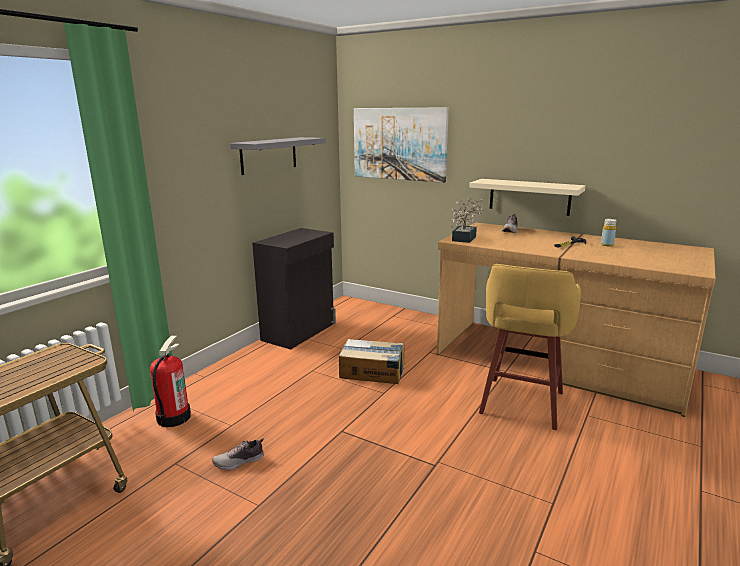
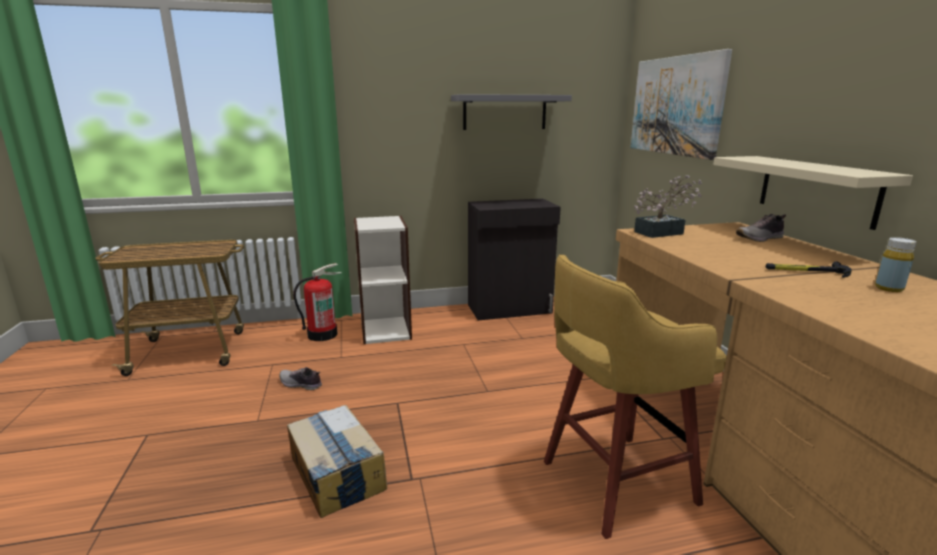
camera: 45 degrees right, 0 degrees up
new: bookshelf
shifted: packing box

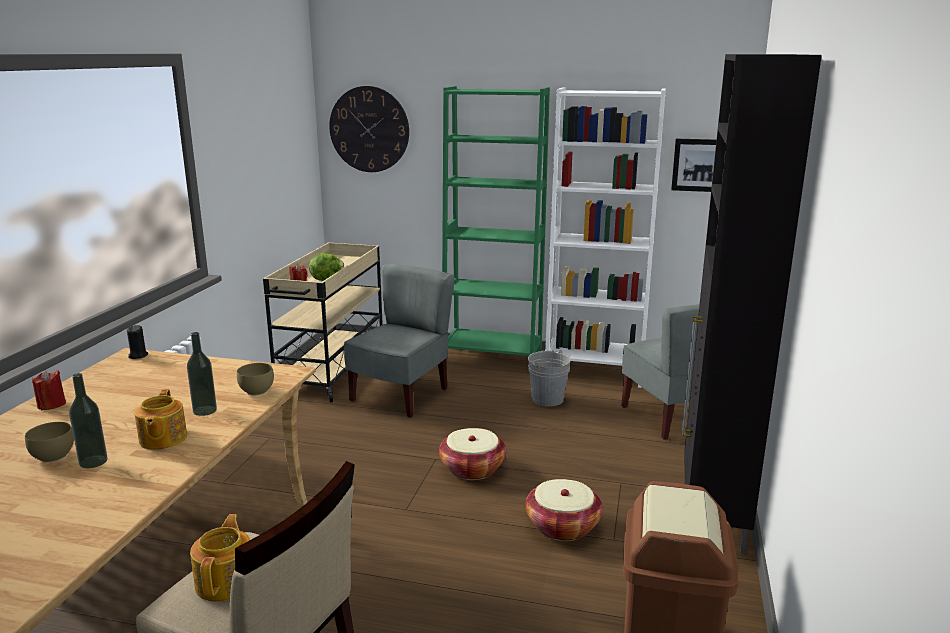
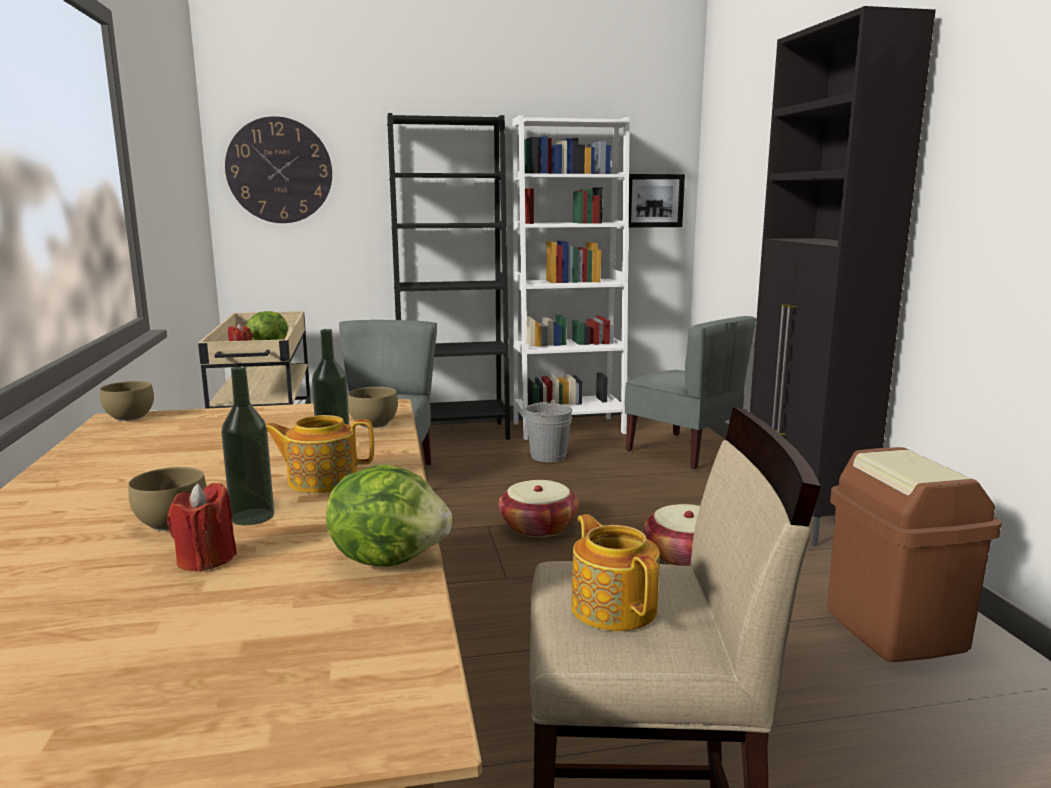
camera: 25 degrees left, 5 degrees down
new: head of lettuce (no. 2 from left)
shifted: wax light in reddish (no. 1 from left)
swapped: wax light in black-coloured to bowl in brown (no. 1 from left)
repainted: bookshelf in green-coloured to bookshelf in black-coloured
rotated: pot for tea (no. 1 from left) 120 degrees clockwise

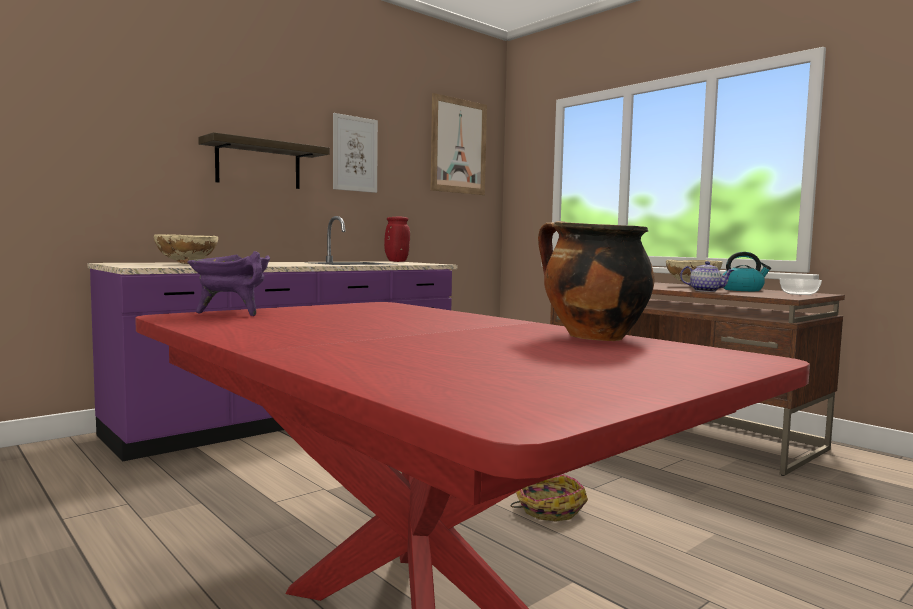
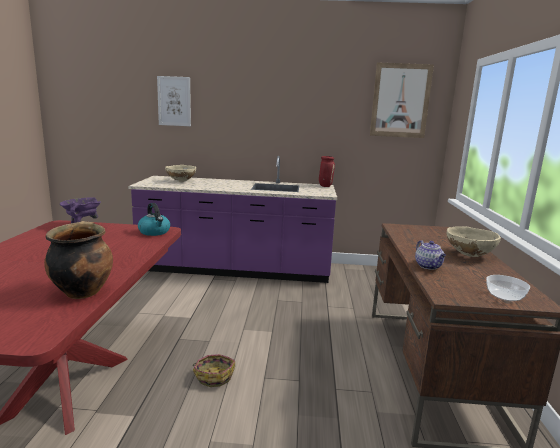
camera: 45 degrees right, 10 degrees up
gone: bracket shelf
shifted: water kettle; picture (no. 1 from left)

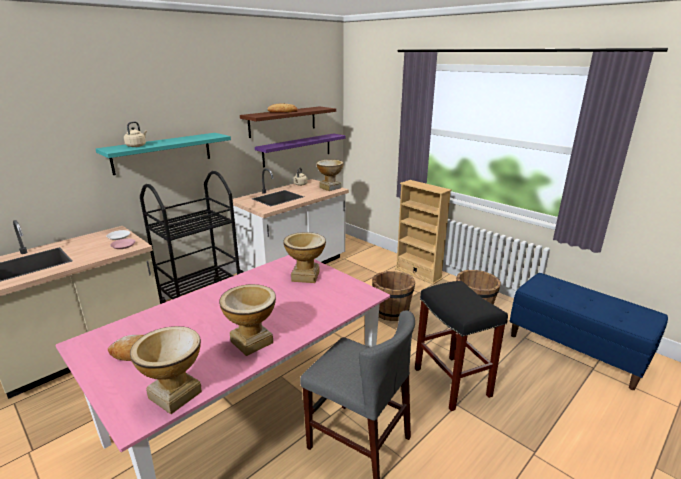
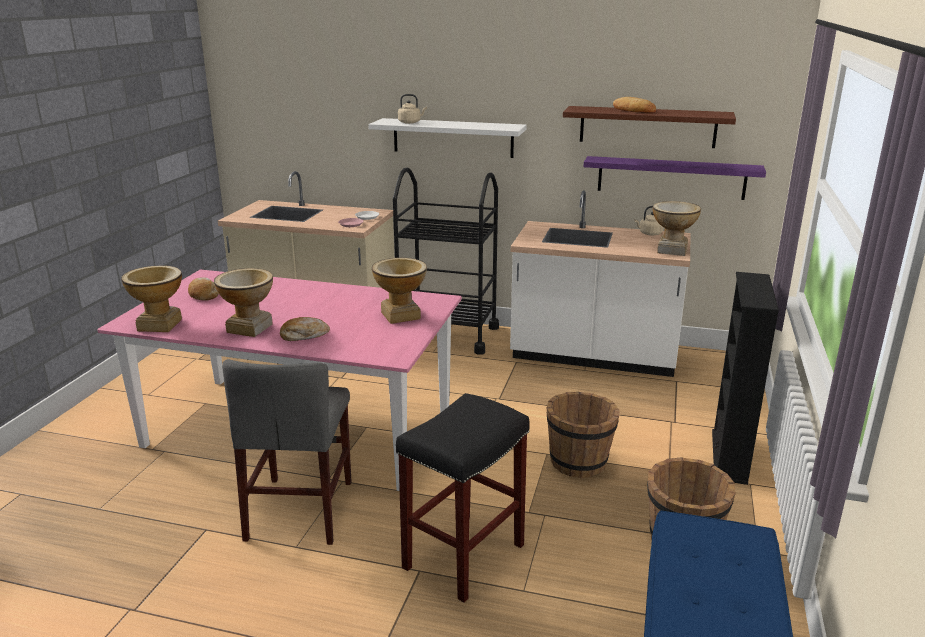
camera: 60 degrees right, 0 degrees up
new: bakery bread (no. 2 from left)
repainted: bracket shelf in blue-green to bracket shelf in white-coloured; bookshelf in sand-coloured to bookshelf in black-coloured

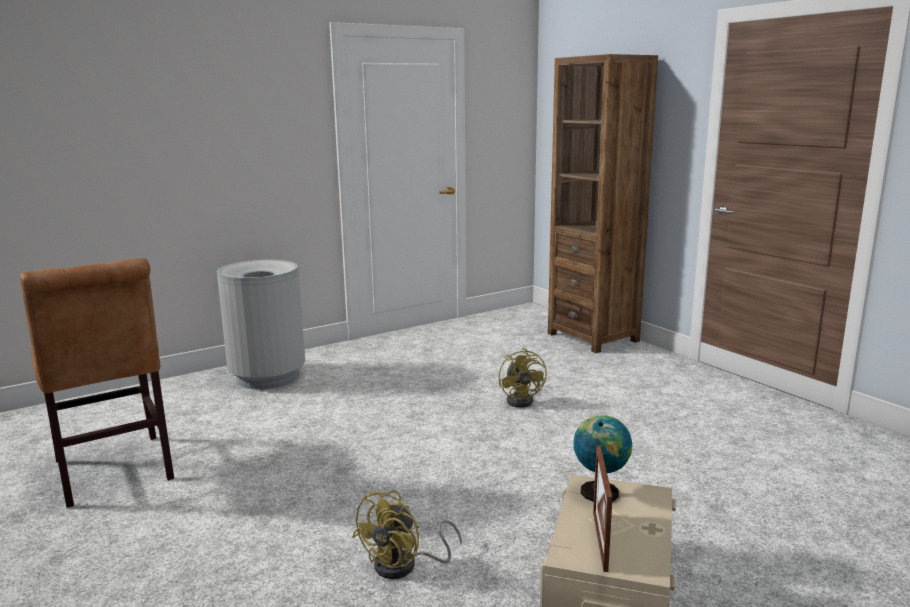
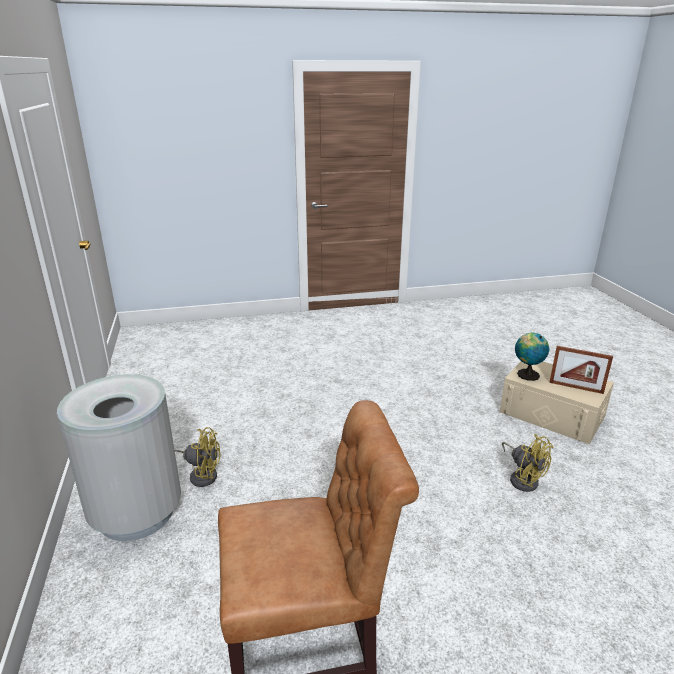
camera: 70 degrees left, 10 degrees up
gone: bookshelf in brown
shifted: cooling fan in yellow-coloured (no. 2 from left in the first image) to cooling fan in yellow-coloured (no. 1 from left)

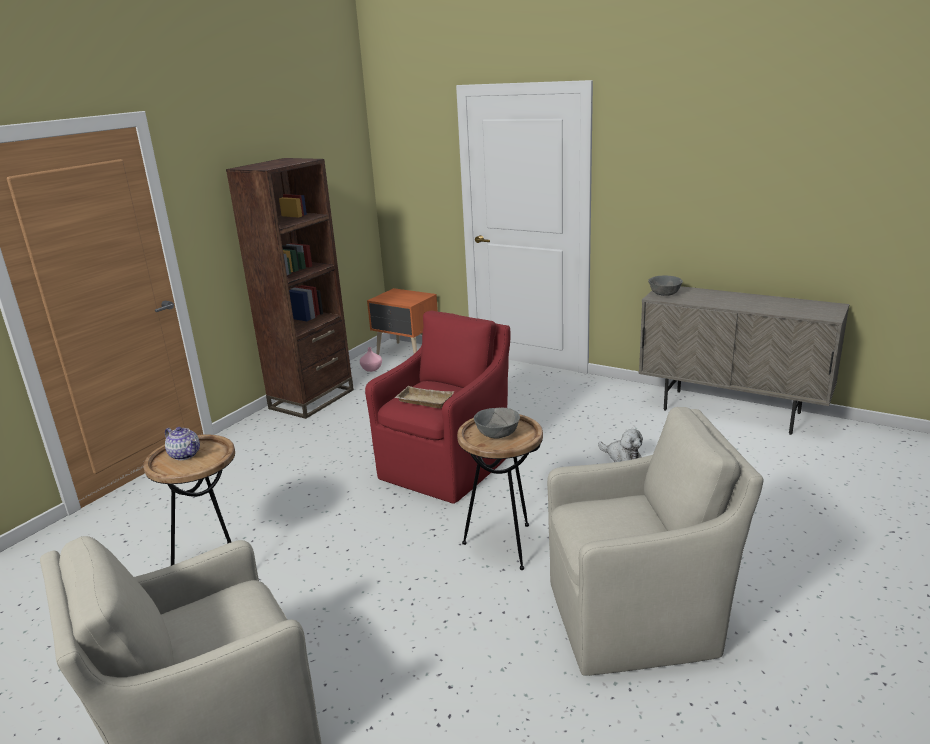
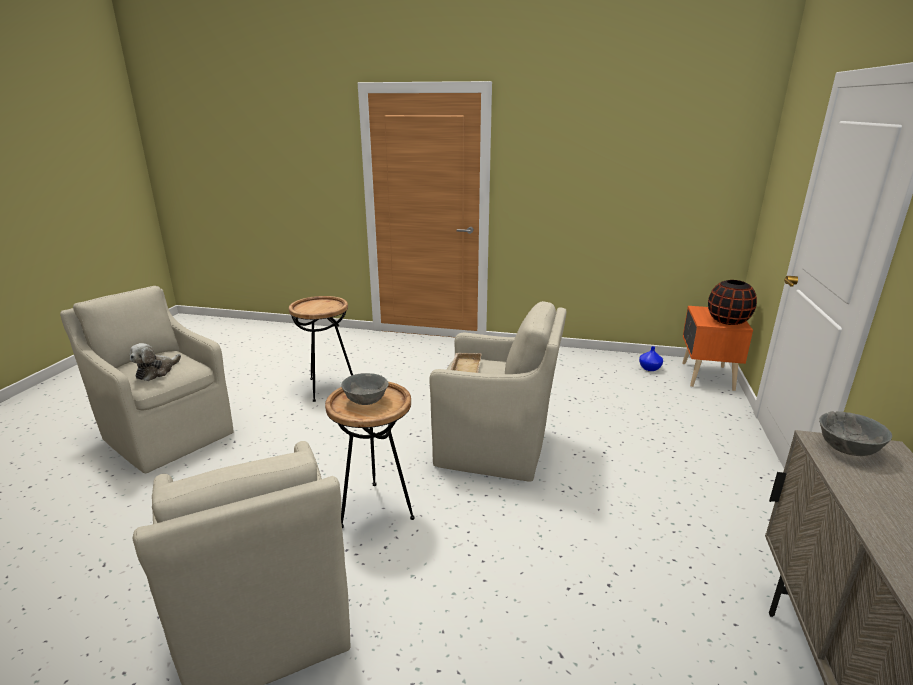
camera: 70 degrees right, 0 degrees up
gone: pot for tea; bookshelf in brown
new: decorative vase in black-coloured
shifted: soft toy
repainted: armchair in reddish to armchair in sand-coloured (no. 3 from left); decorative vase in pink to decorative vase in bluish

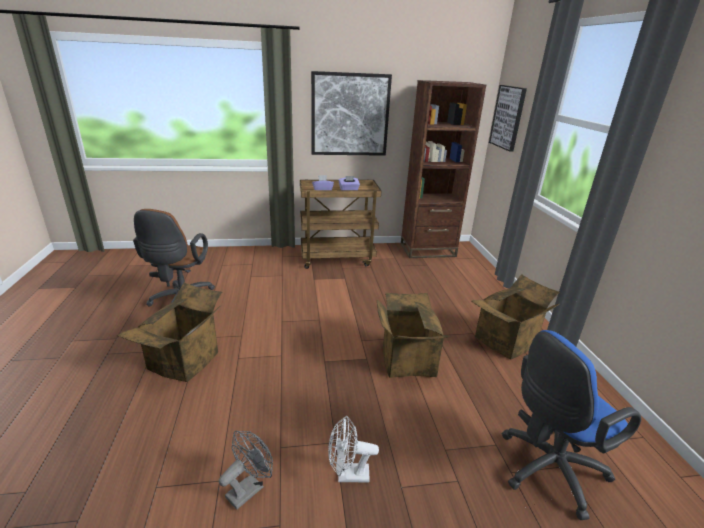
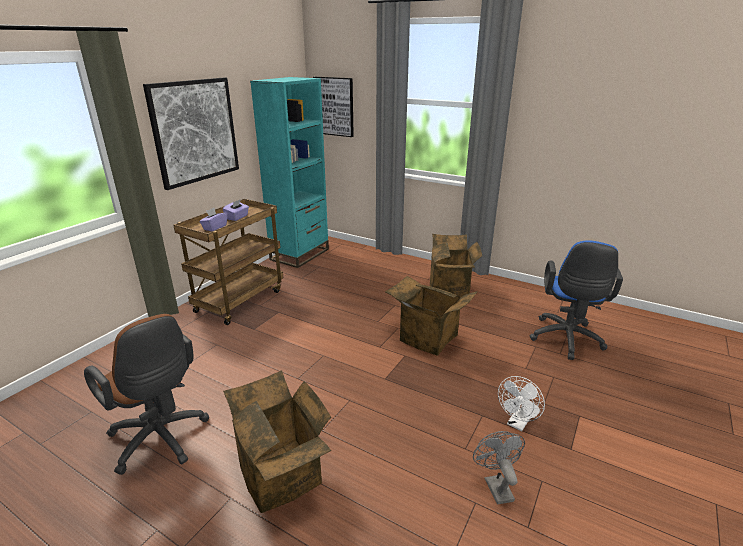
camera: 50 degrees left, 0 degrees up
repainted: bookshelf in brown to bookshelf in blue-green

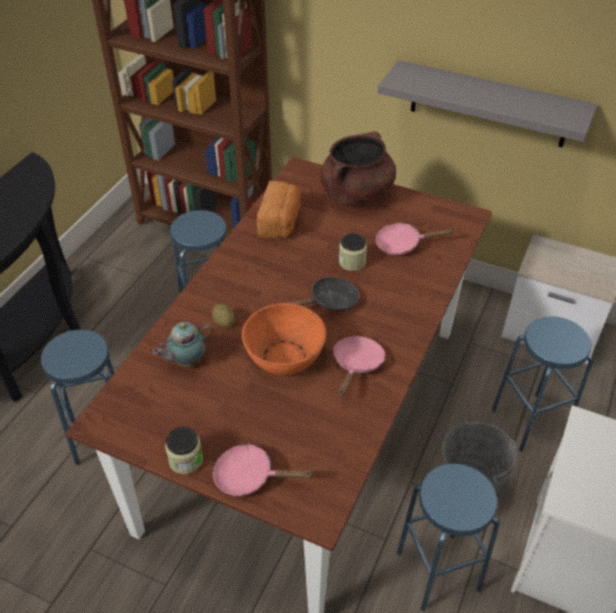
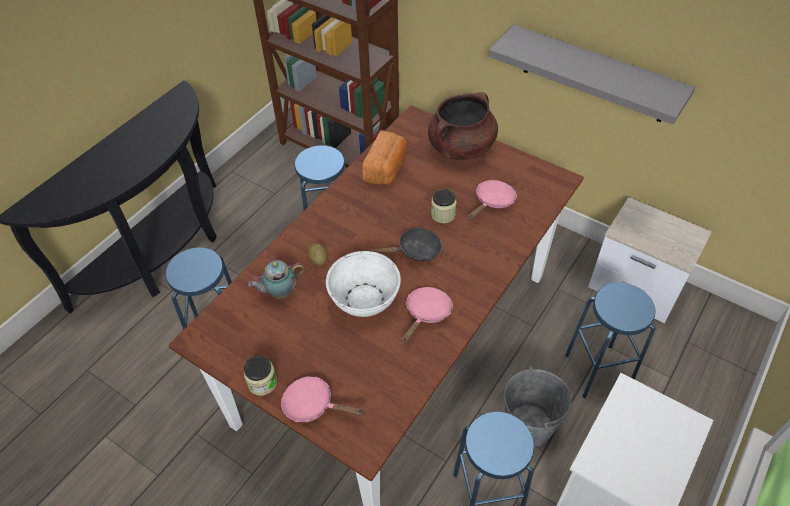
camera: 10 degrees right, 5 degrees up
repainted: bowl in orange-coloured to bowl in white-coloured
rotated: frying pan in pink (no. 3 from left) 120 degrees clockwise

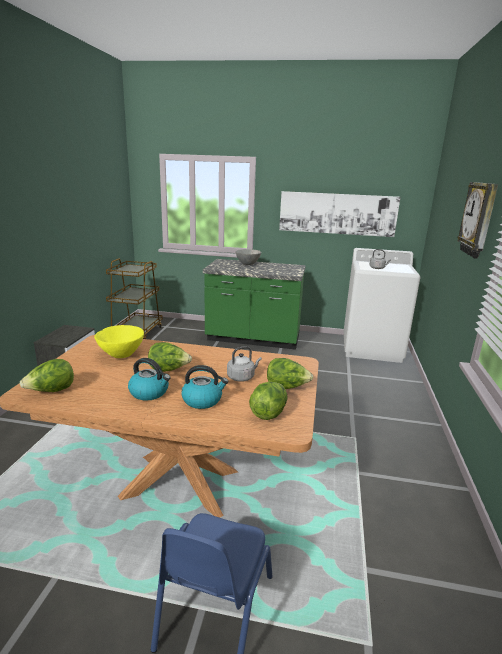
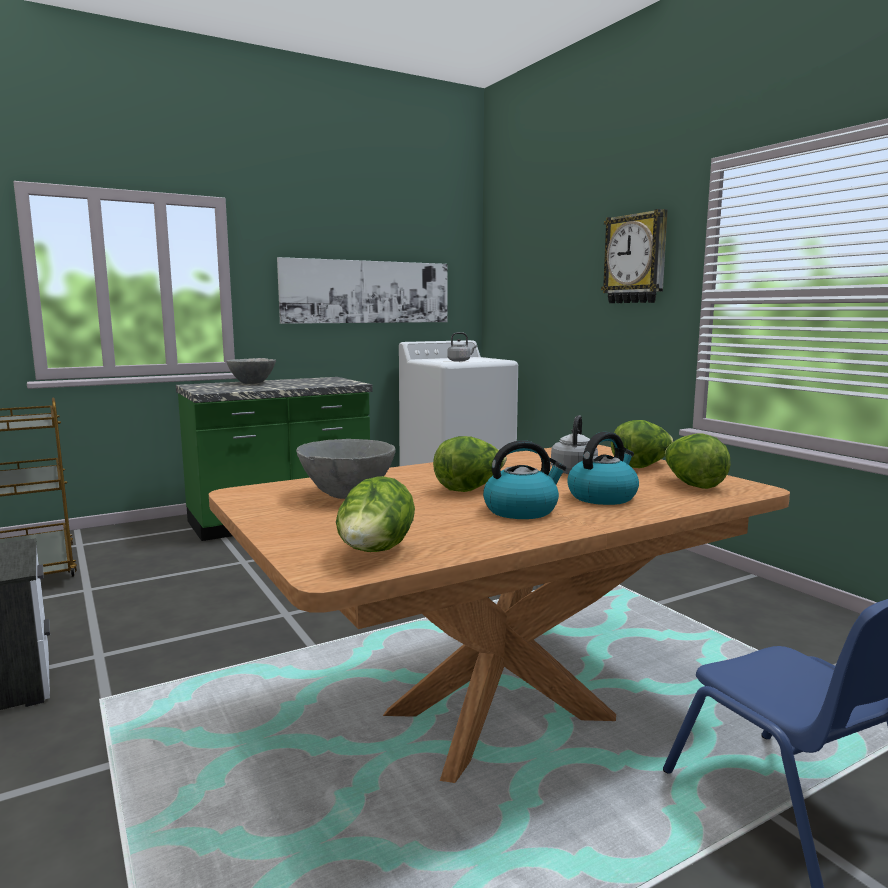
camera: 40 degrees left, 10 degrees down
repainted: bowl in yellow-coloured to bowl in gray (no. 2 from left)

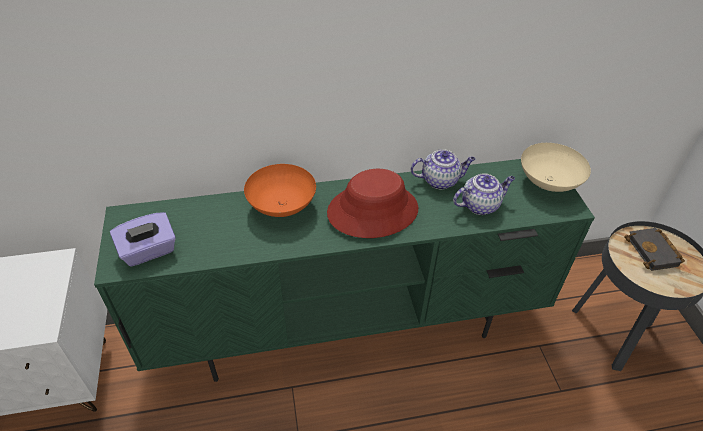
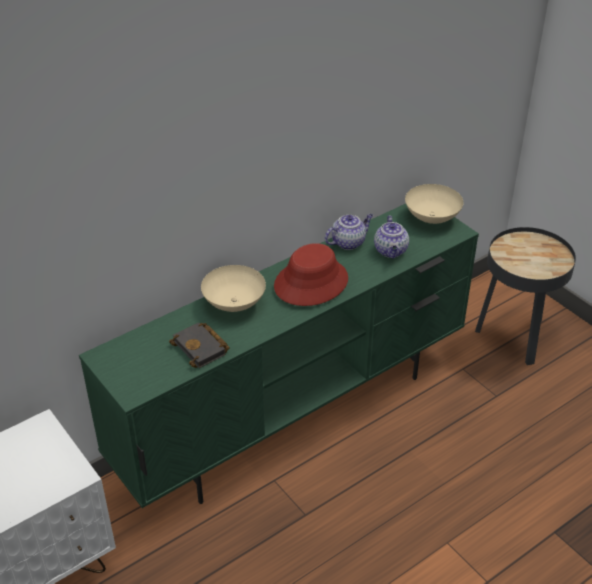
camera: 25 degrees left, 5 degrees down
gone: tissue holder in purple-coloured
shifted: bound book in black-coloured
repainted: bowl in orange-coloured to bowl in sand-coloured (no. 1 from left)
rotated: pot for tea (no. 2 from left) 135 degrees clockwise

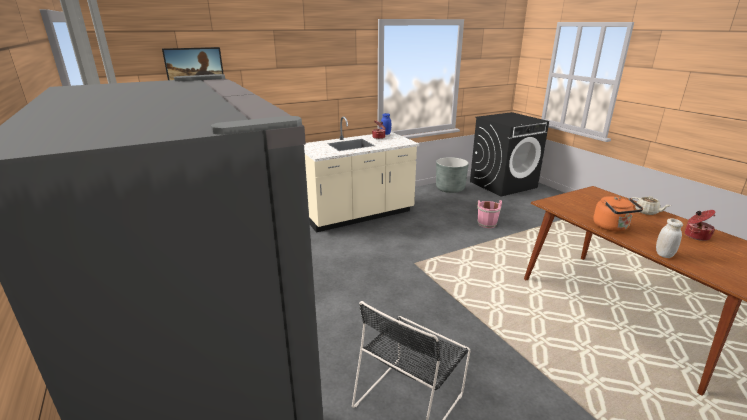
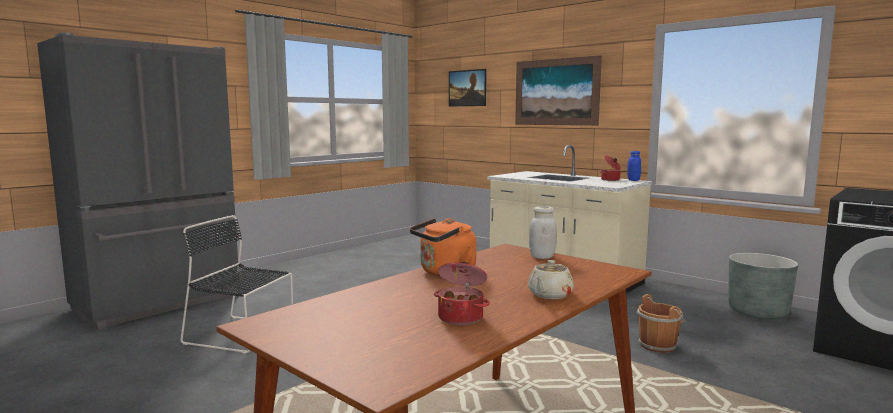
camera: 70 degrees right, 15 degrees down
new: picture (no. 2 from left)
shifted: preserve jar in white-coloured
repainted: pail in pink to pail in brown

